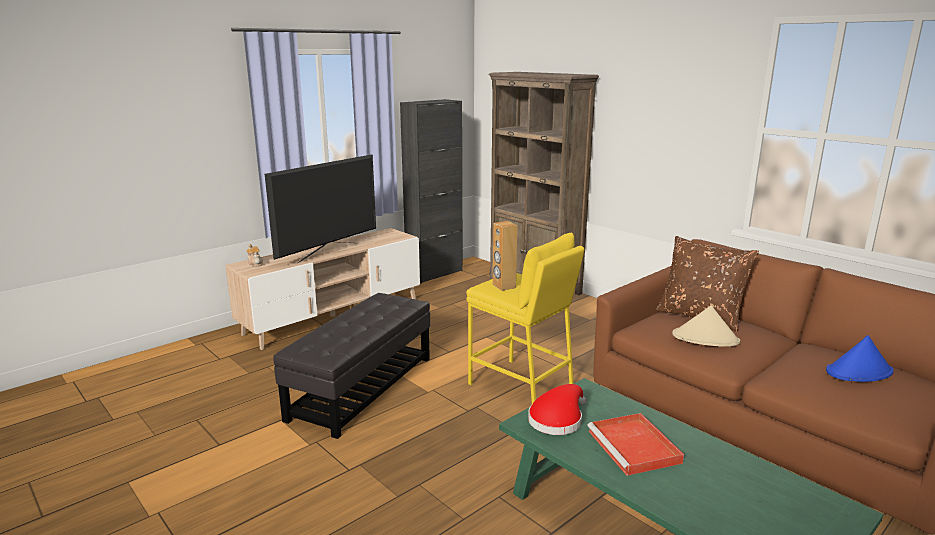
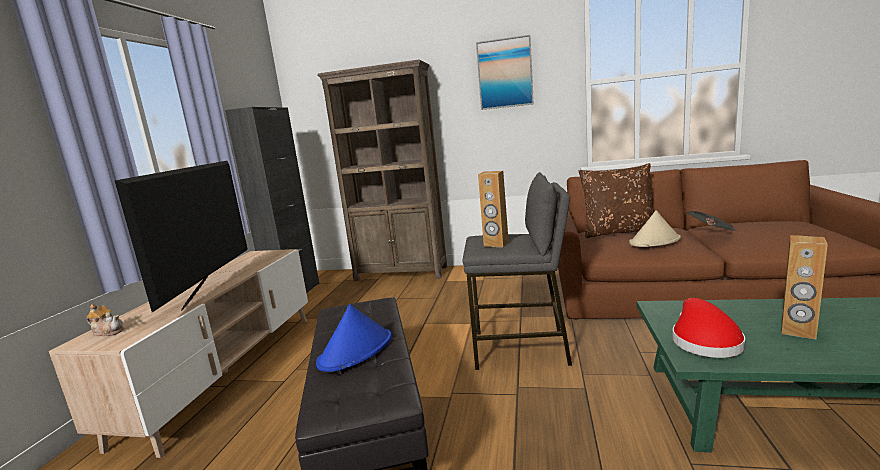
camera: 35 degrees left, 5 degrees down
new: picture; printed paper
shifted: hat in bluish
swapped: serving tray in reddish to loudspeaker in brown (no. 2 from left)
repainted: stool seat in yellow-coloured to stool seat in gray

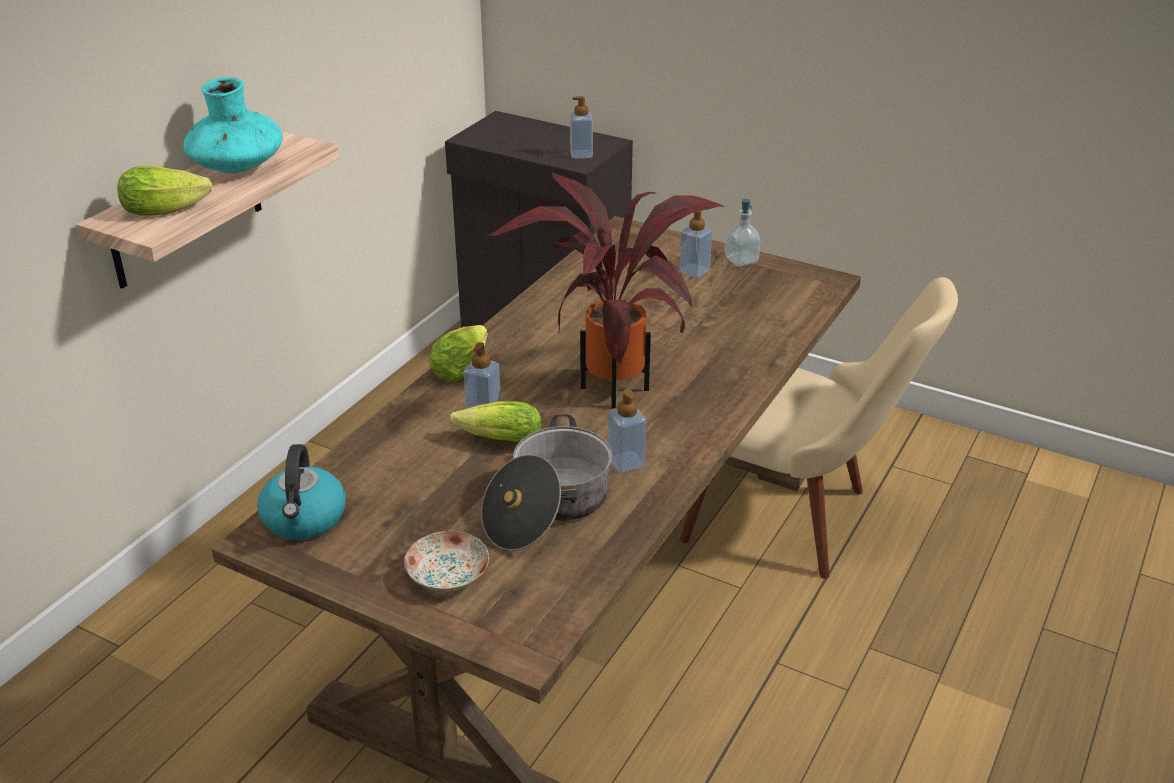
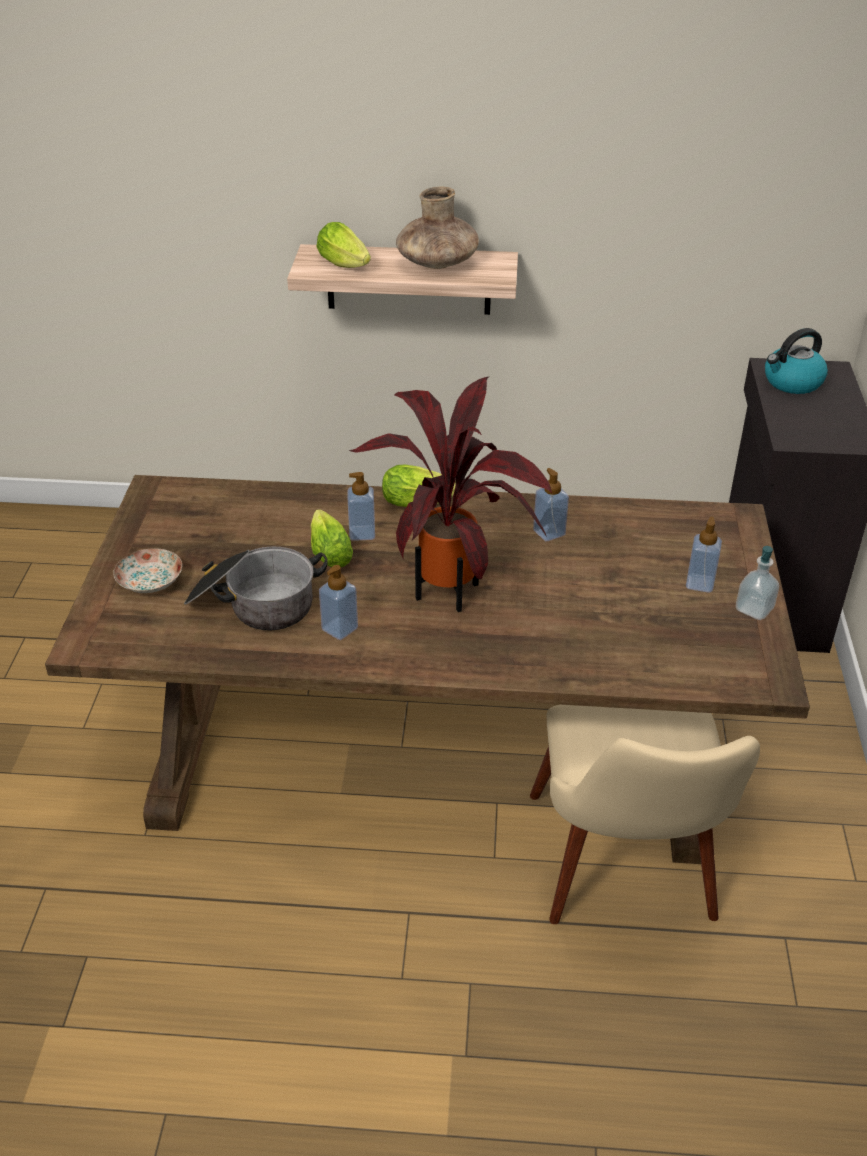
camera: 65 degrees right, 5 degrees up
shifted: soap dispenser (no. 2 from left in the first image) to soap dispenser (no. 3 from left); water kettle
repainted: decorative vase in blue-green to decorative vase in brown

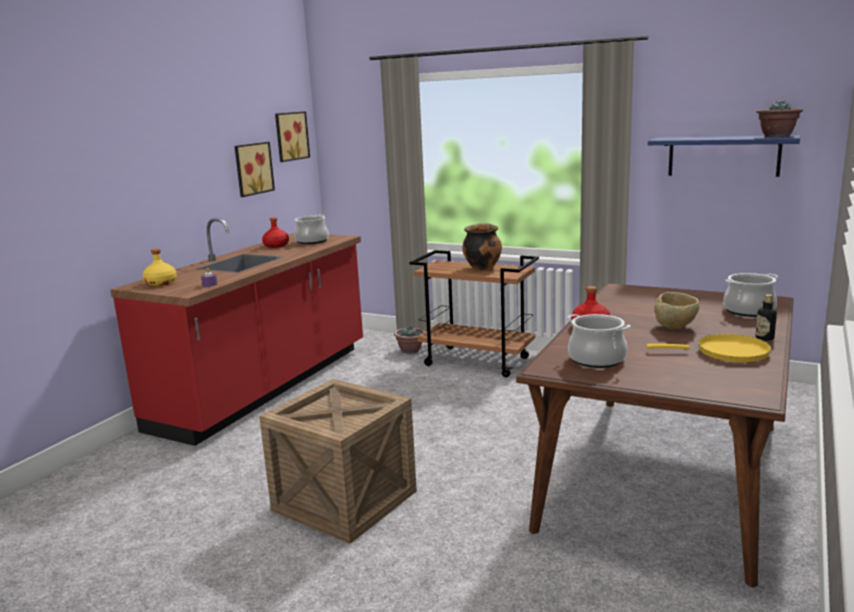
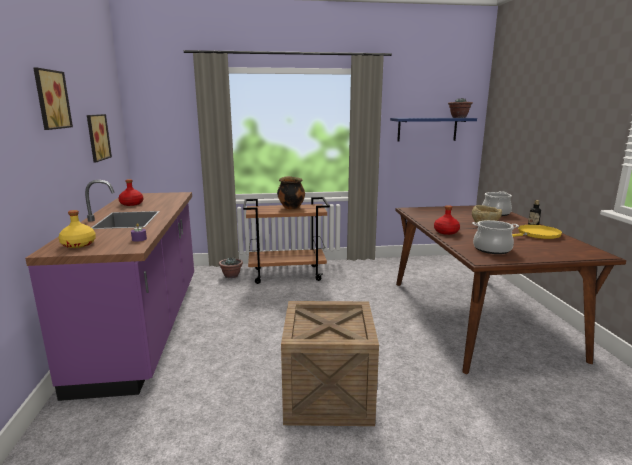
camera: 35 degrees left, 0 degrees up
gone: saucepot (no. 1 from left)
shifted: picture (no. 2 from left in the first image) to picture (no. 1 from left)
repainted: kitchen counter in reddish to kitchen counter in purple-coloured

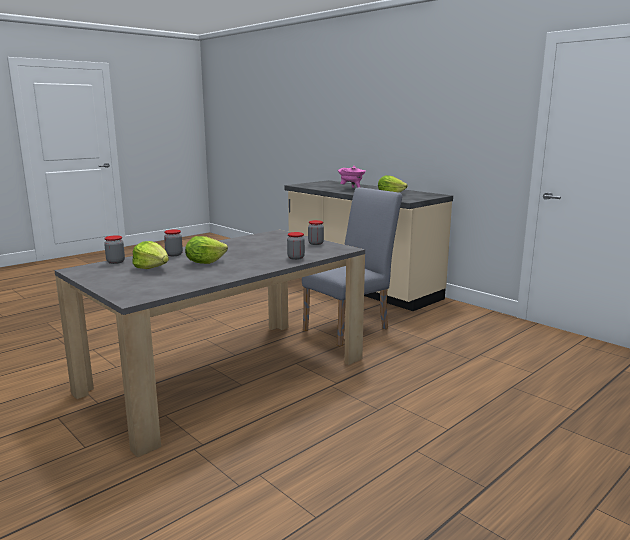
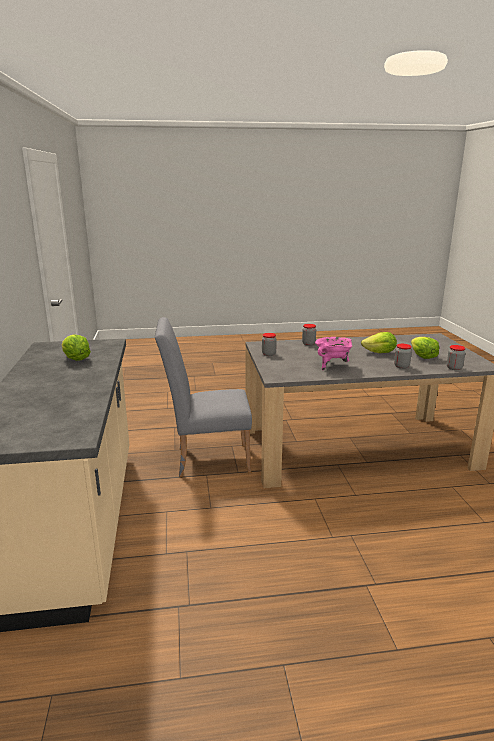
camera: 145 degrees left, 5 degrees up
shifted: saucepot in pink

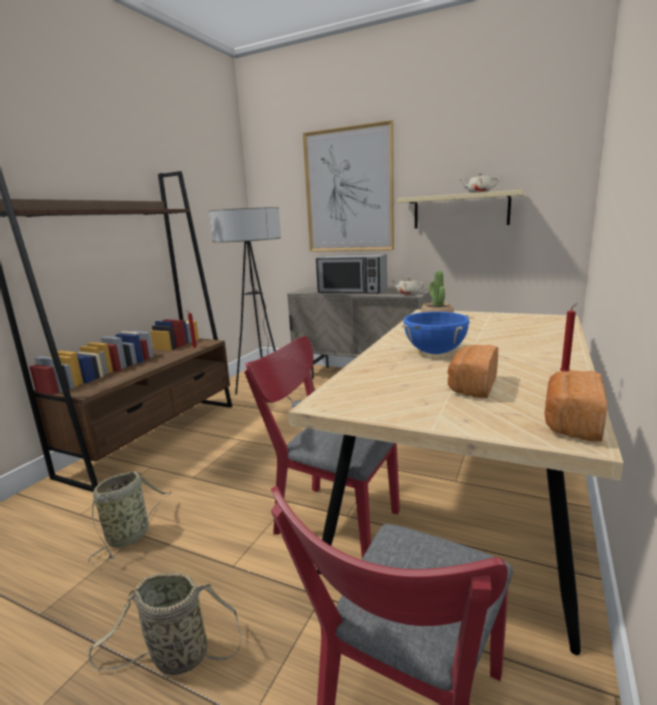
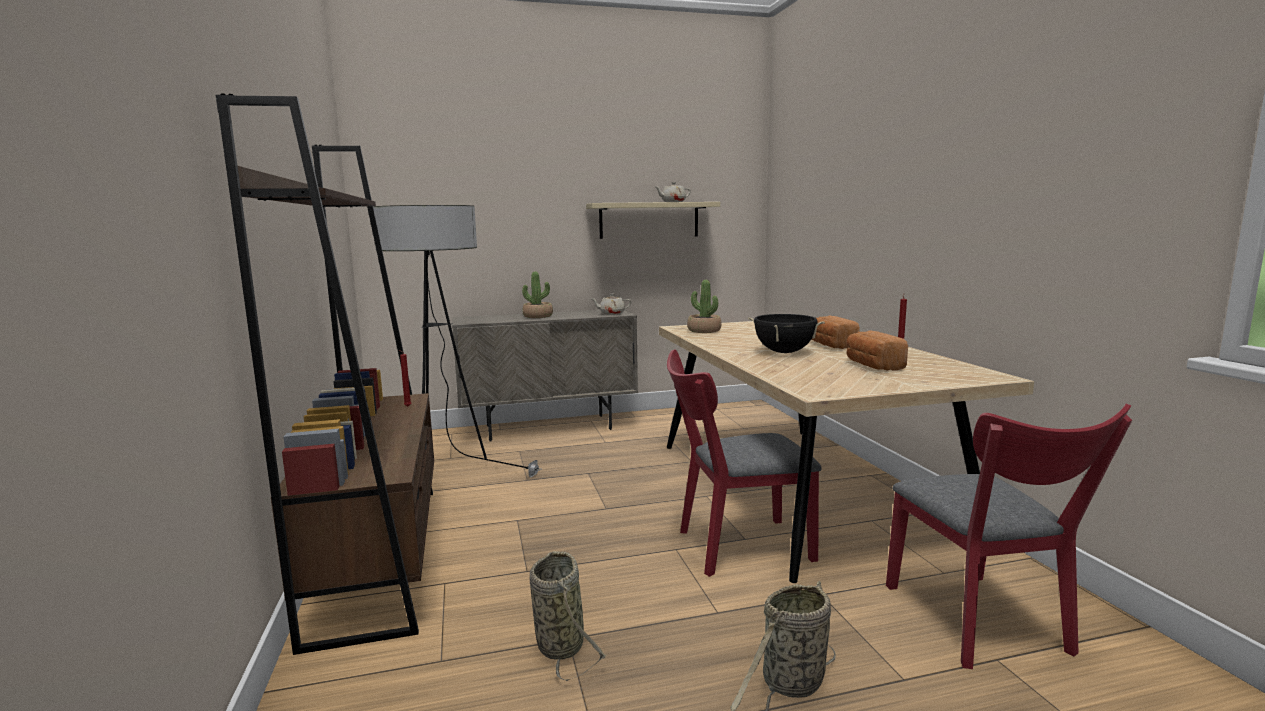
camera: 40 degrees left, 5 degrees down
gone: picture
shifted: bakery bread (no. 2 from left in the first image) to bakery bread (no. 1 from left)
swapped: microwave to plant in a pot (no. 1 from left)
repainted: saucepot in bluish to saucepot in black-coloured

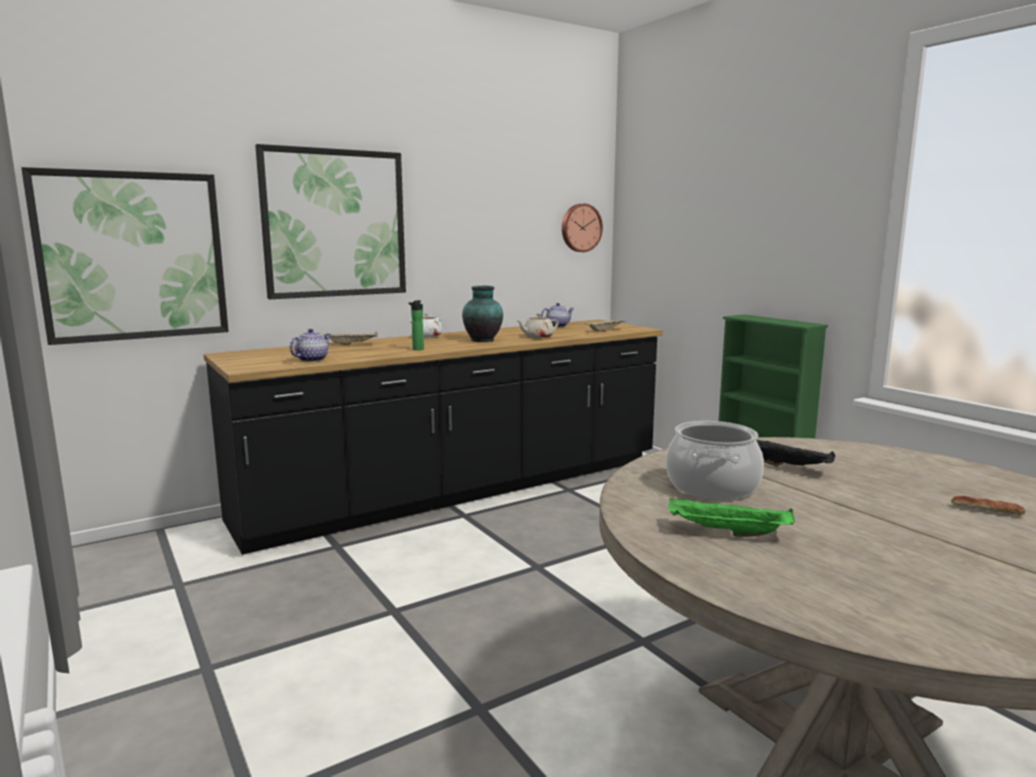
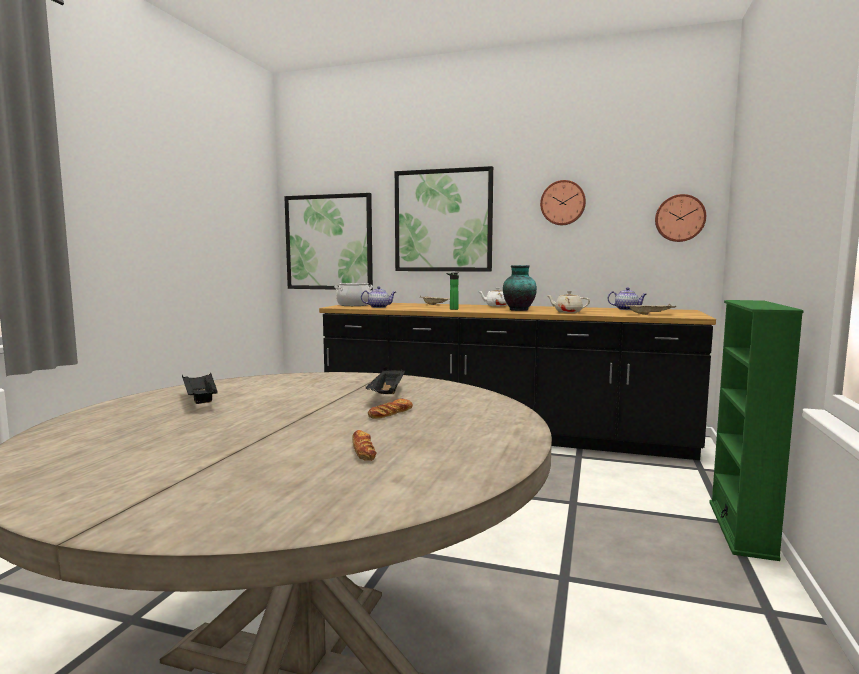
camera: 50 degrees right, 5 degrees down
new: bakery bread (no. 2 from left); hanging clock (no. 1 from left)
shifted: saucepot
repainted: serving tray in green-coloured to serving tray in black-coloured (no. 1 from left)

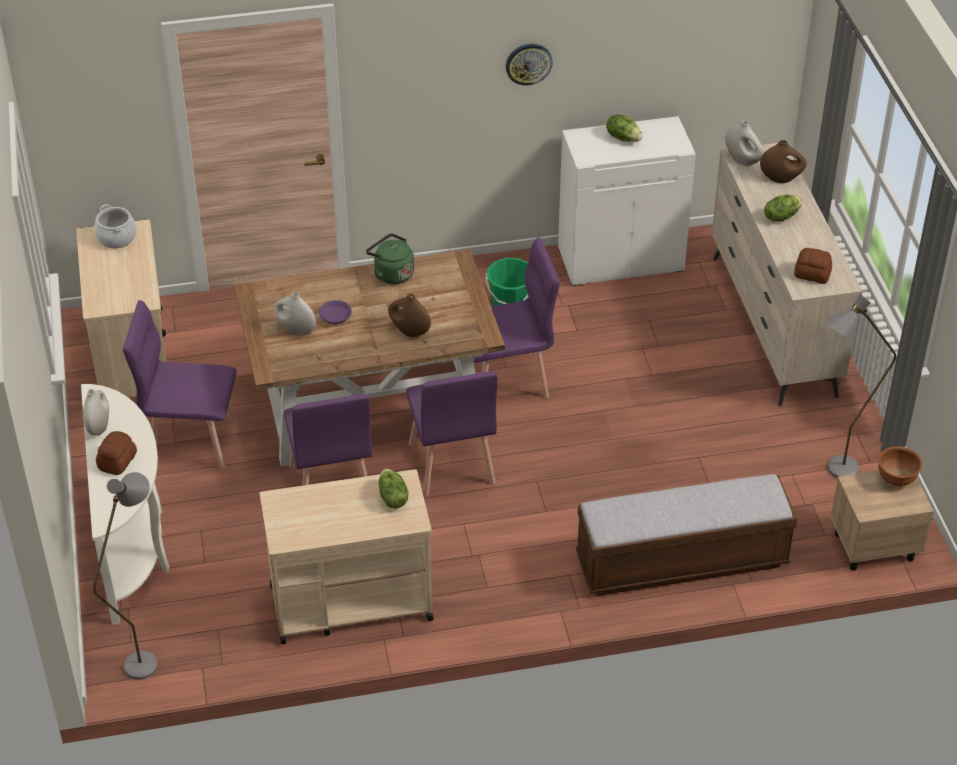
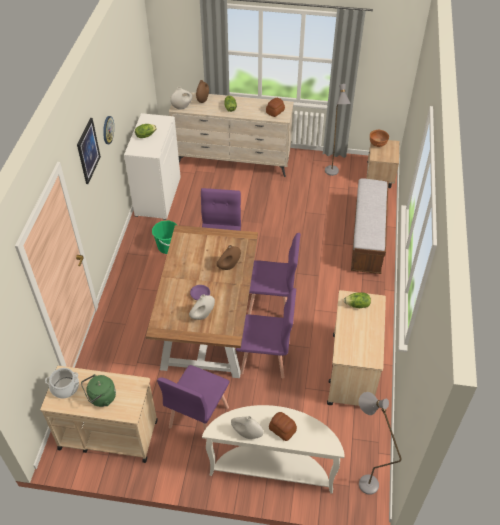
camera: 70 degrees left, 5 degrees up
new: picture
shifted: water kettle in green-coloured

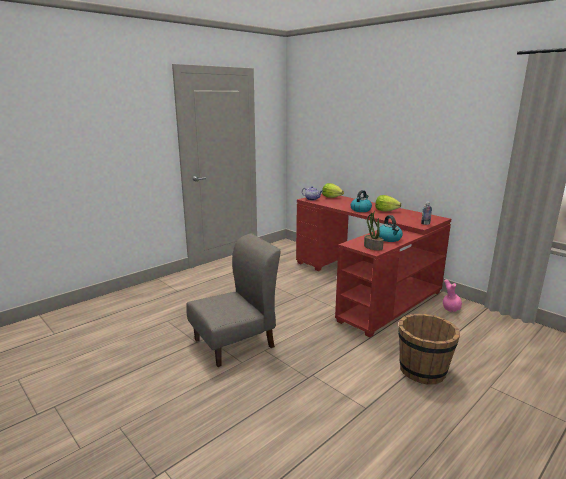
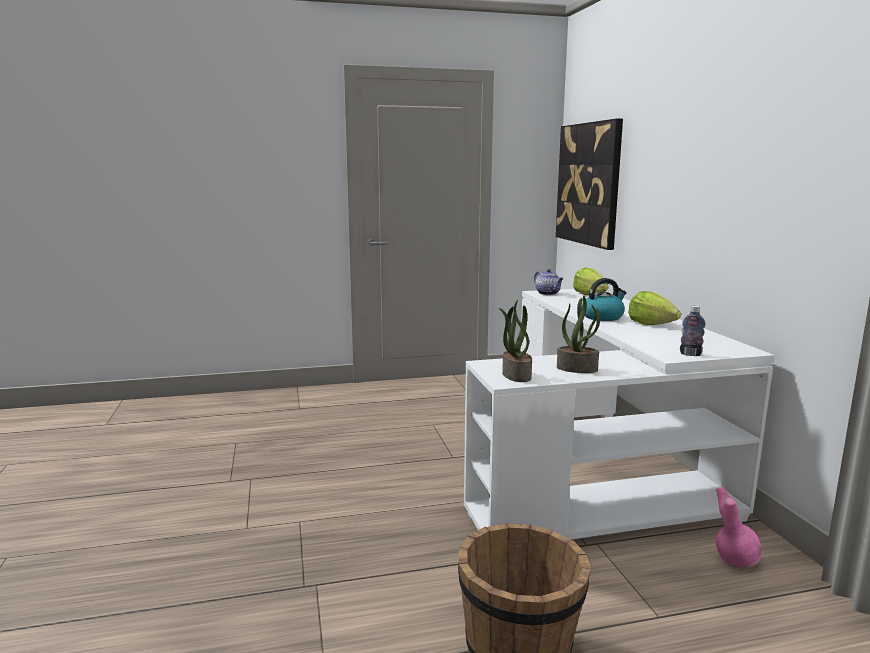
camera: 30 degrees right, 5 degrees down
gone: chair in gray
new: picture
swapped: water kettle (no. 2 from left) to plant in a pot (no. 2 from left)
repainted: desk unit in reddish to desk unit in white-coloured

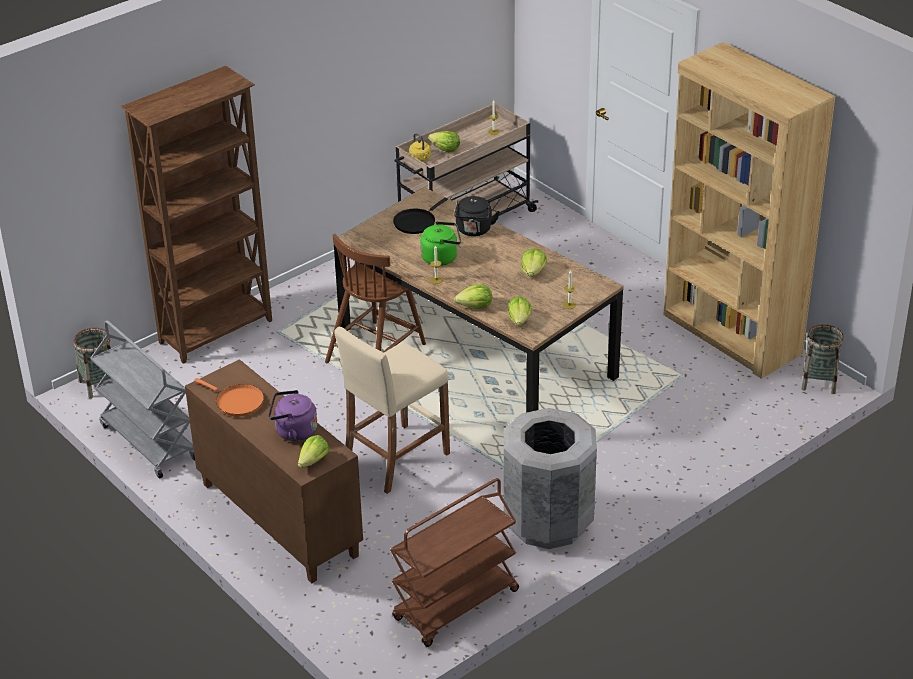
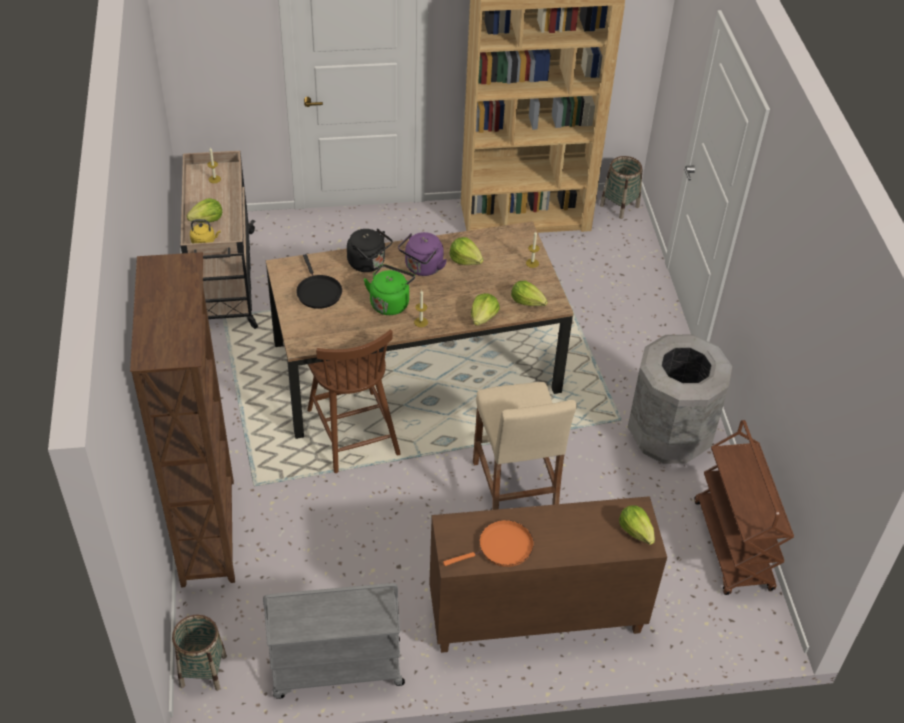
camera: 60 degrees left, 10 degrees up
shifted: water kettle in purple-coloured

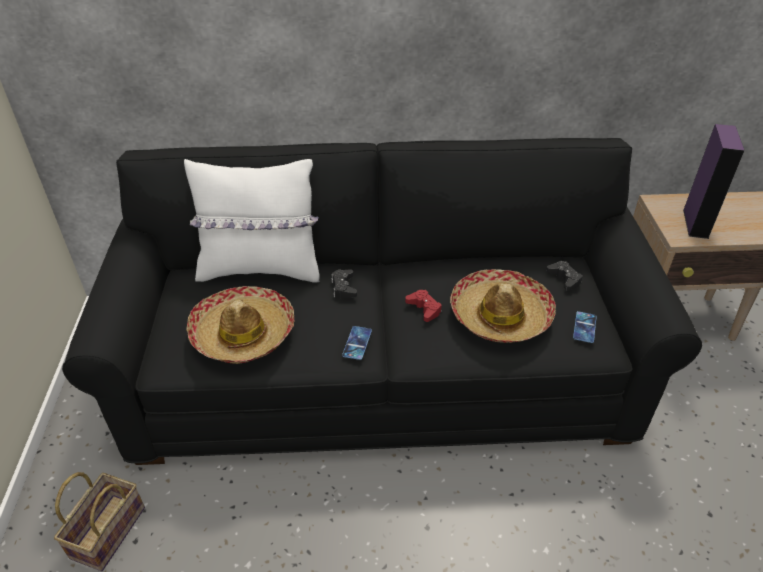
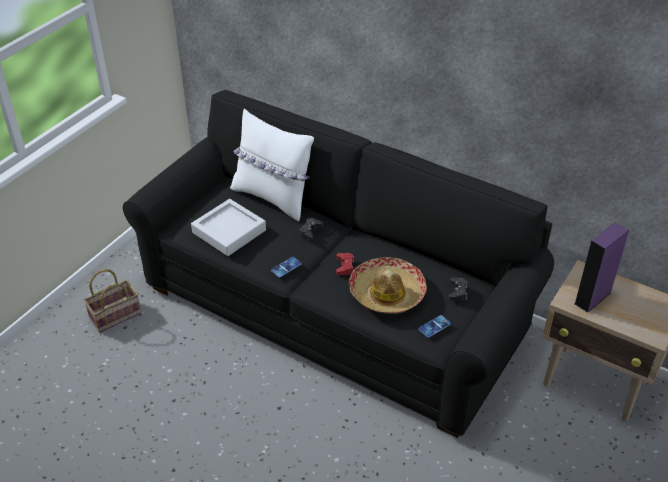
camera: 35 degrees right, 0 degrees up
swapped: hat (no. 1 from left) to serving tray in gray

